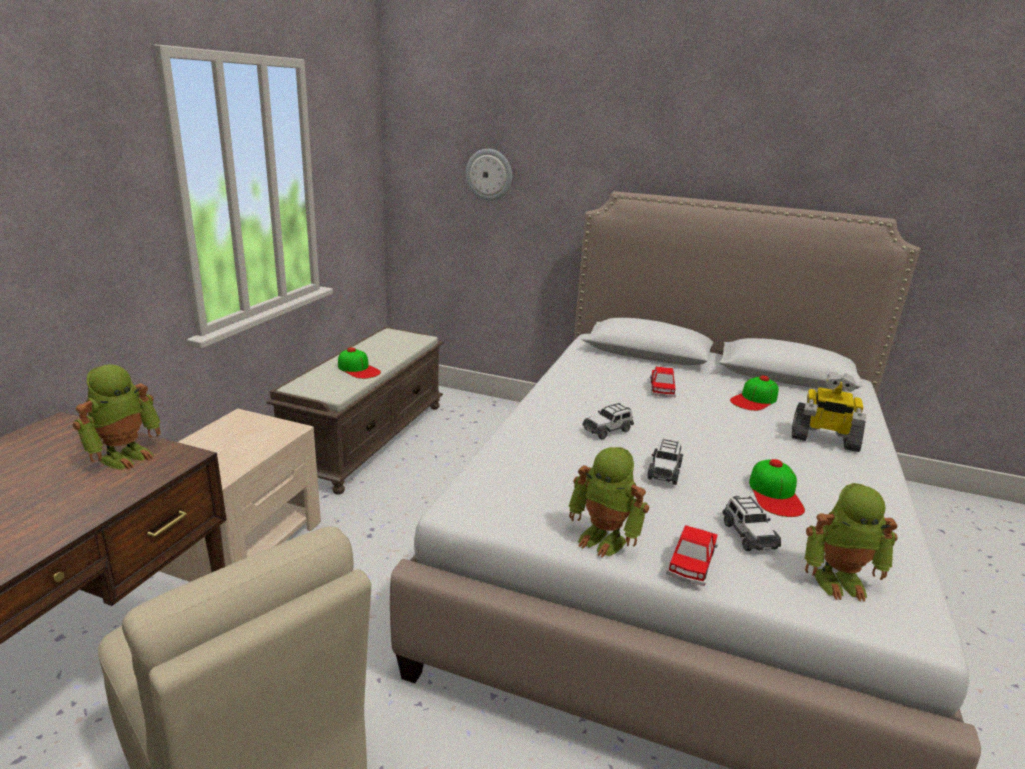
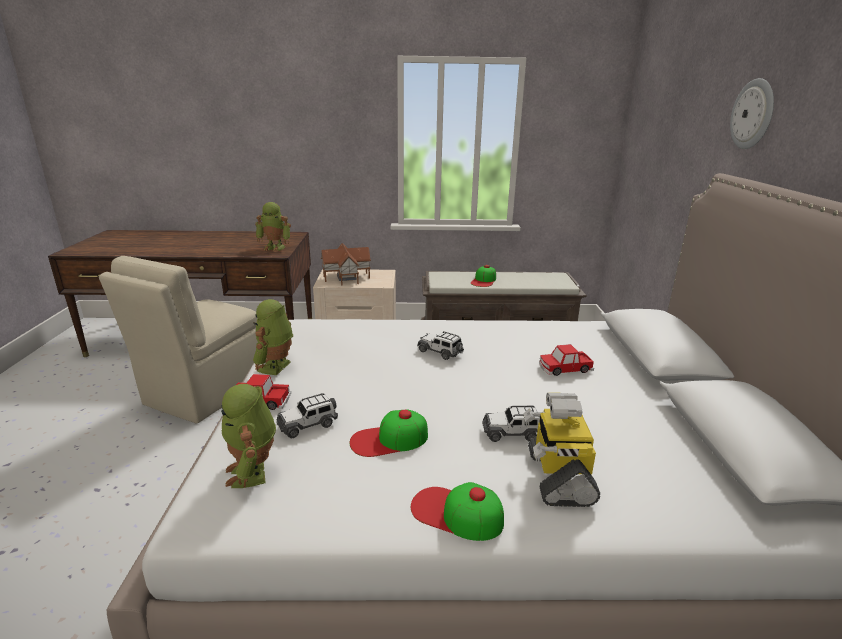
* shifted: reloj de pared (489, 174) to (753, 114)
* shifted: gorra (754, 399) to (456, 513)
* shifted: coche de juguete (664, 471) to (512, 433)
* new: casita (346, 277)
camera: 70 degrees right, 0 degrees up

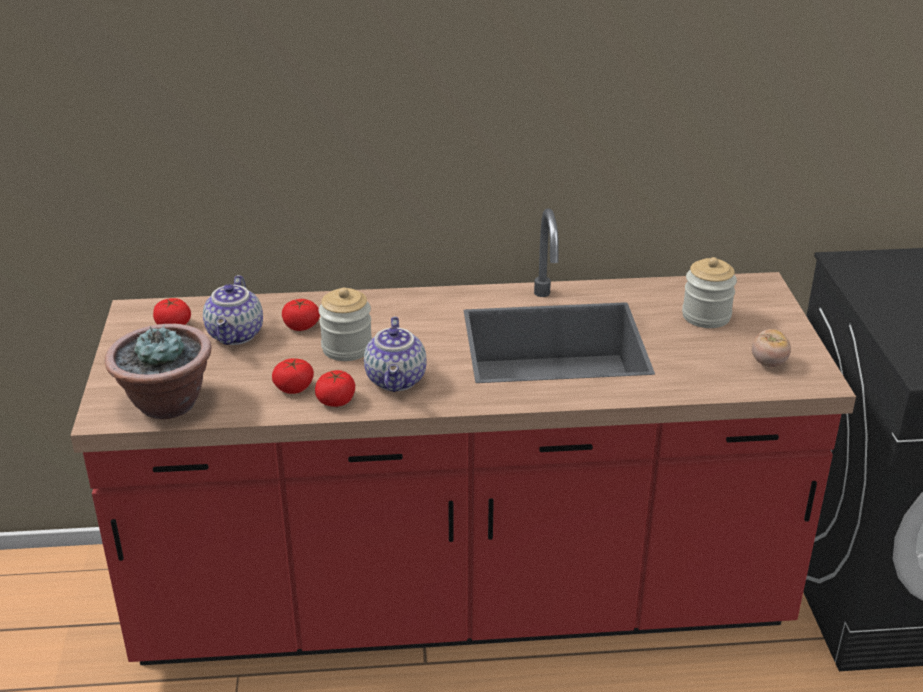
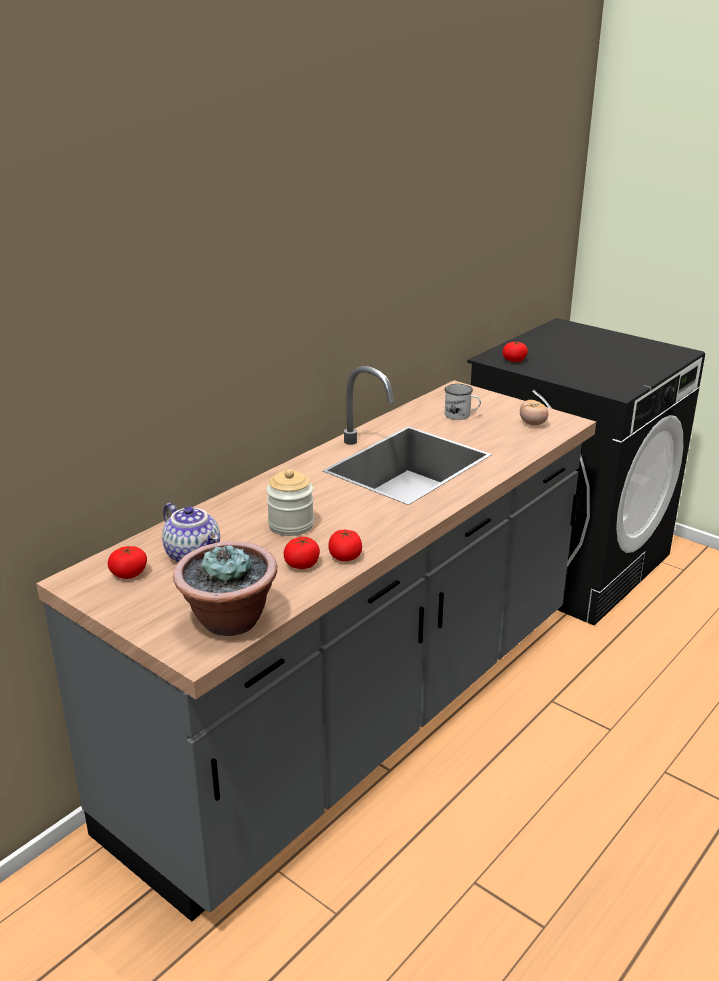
* repainted: mueble bajo de cocina/rojo (461, 600) to mueble bajo de cocina/gris (359, 719)
* swapped: tarro (706, 316) to taza grande/blanco (461, 415)
* shifted: tomate (301, 326) to (514, 360)
* gone: tetera (397, 380)
camera: 45 degrees left, 5 degrees down

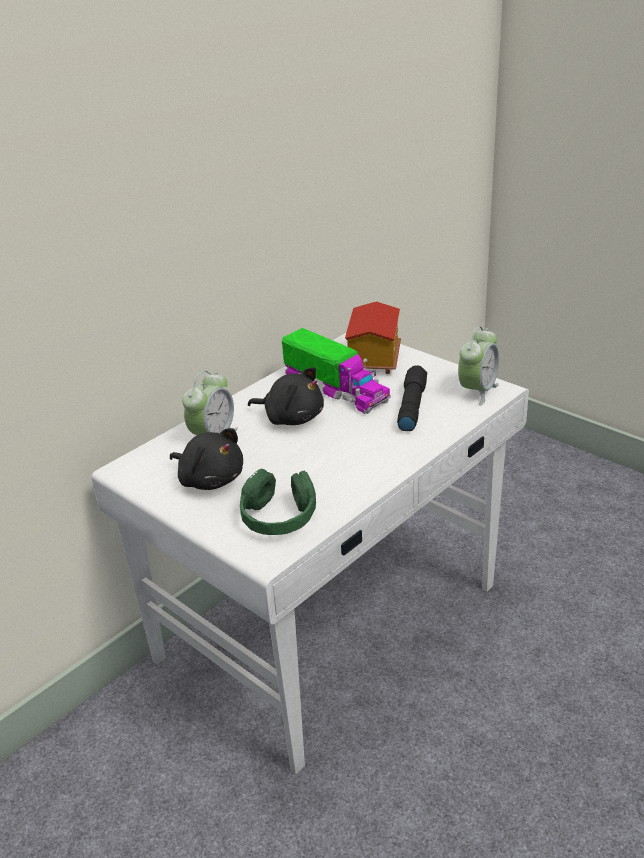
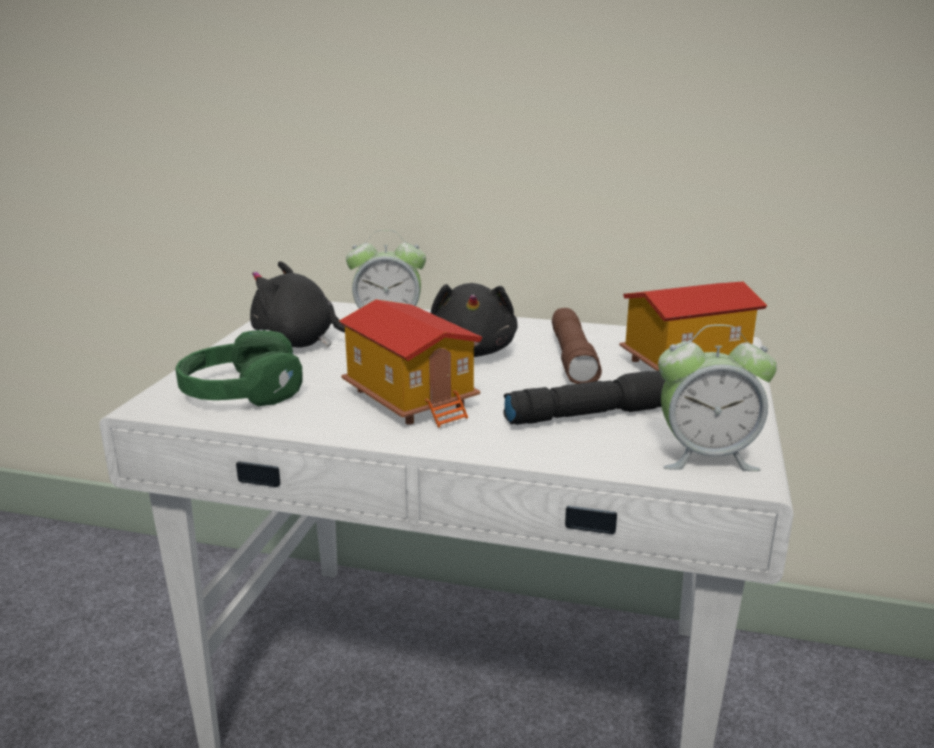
* swapped: camión de juguete (335, 388) to linterna/marrón (574, 358)
* rotated: peluche/negro (210, 479) = (301, 343) 90 degrees clockwise
* new: casita (412, 399)
camera: 60 degrees right, 10 degrees down

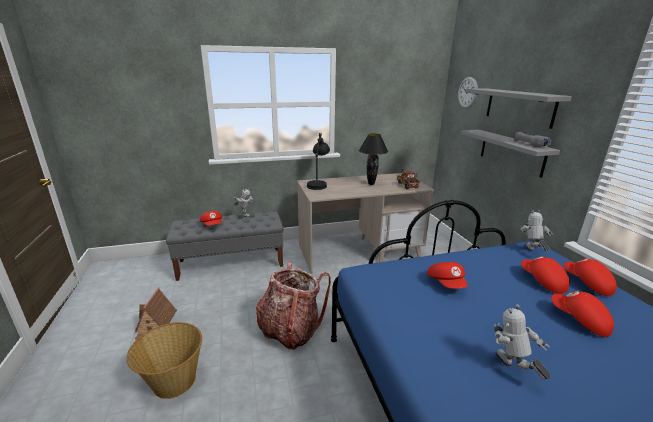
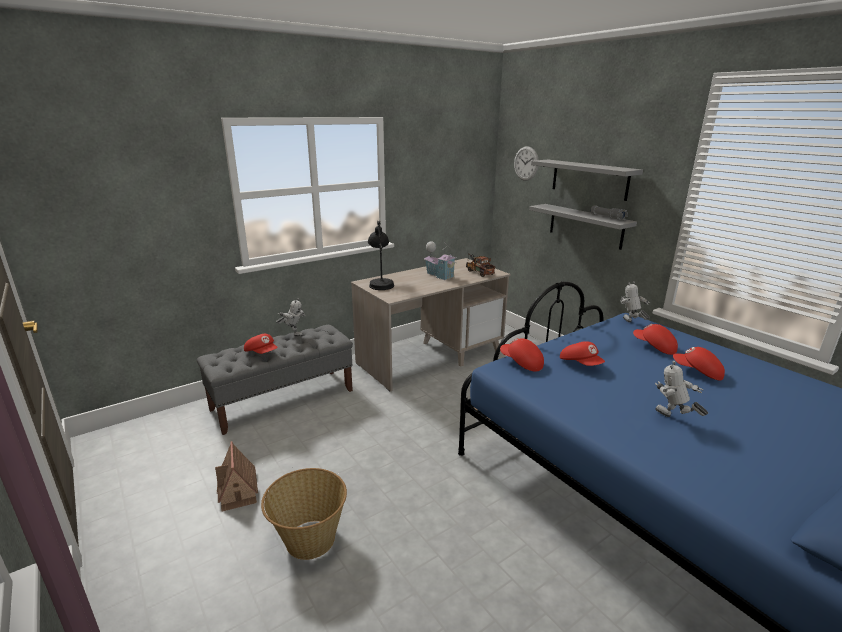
* swapped: lámpara de mesa/negro (371, 184) to casita (440, 275)
* shifted: gorra/rojo (587, 284) to (521, 363)
* gone: mochila (291, 330)
camera: 20 degrees left, 0 degrees up

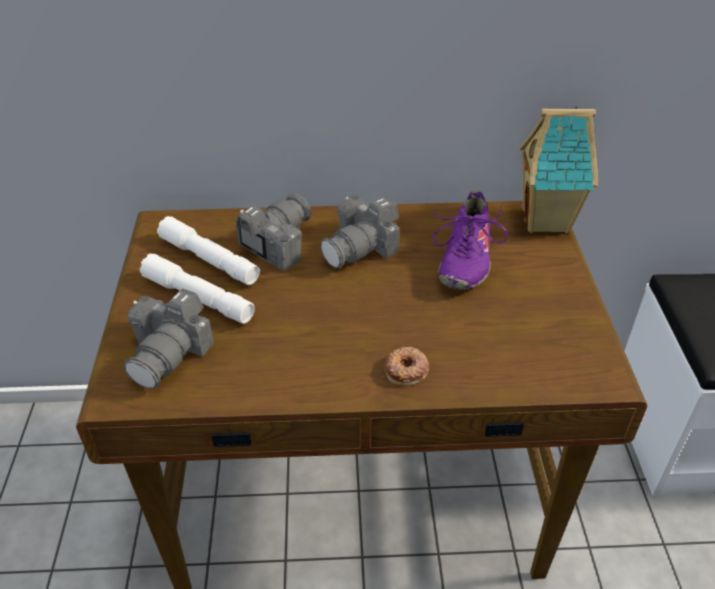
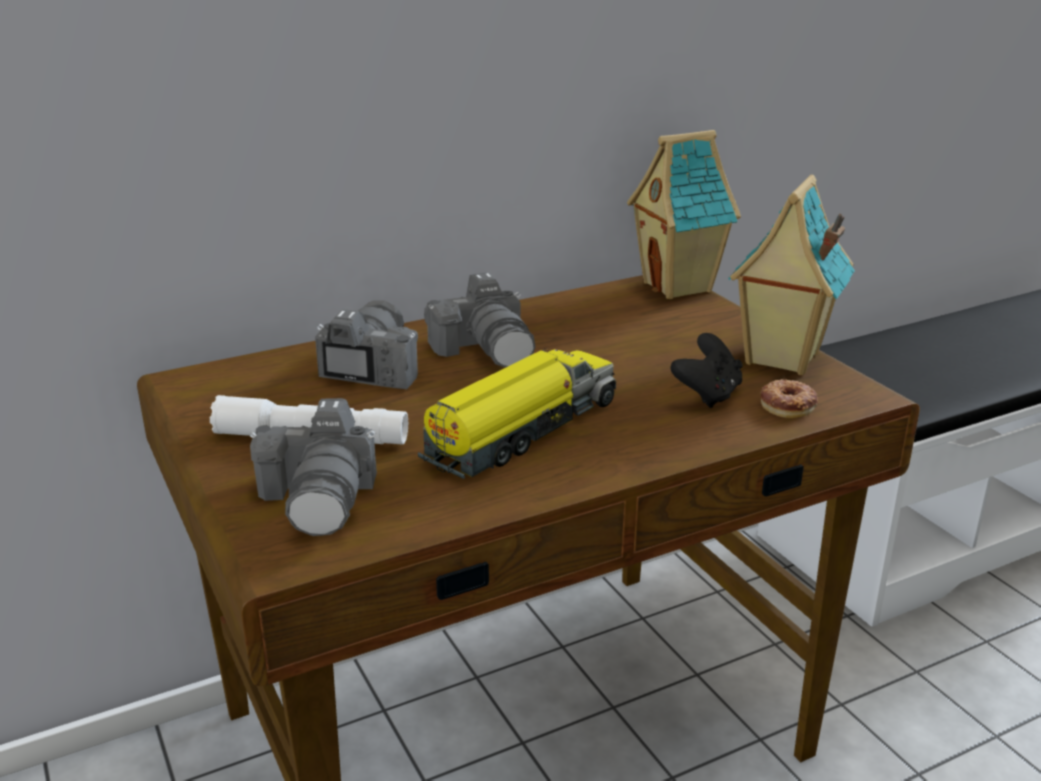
* gone: zapato/morado (464, 259)
* rotated: cámara (361, 247) = (486, 349) 45 degrees counterclockwise
* gone: linterna/blanco (209, 260)
* shifted: rosquilla (406, 369) to (788, 404)
* new: casita (780, 359)
* new: mando de consola/negro (707, 394)
* new: camión de juguete (521, 432)
camera: 25 degrees left, 15 degrees down

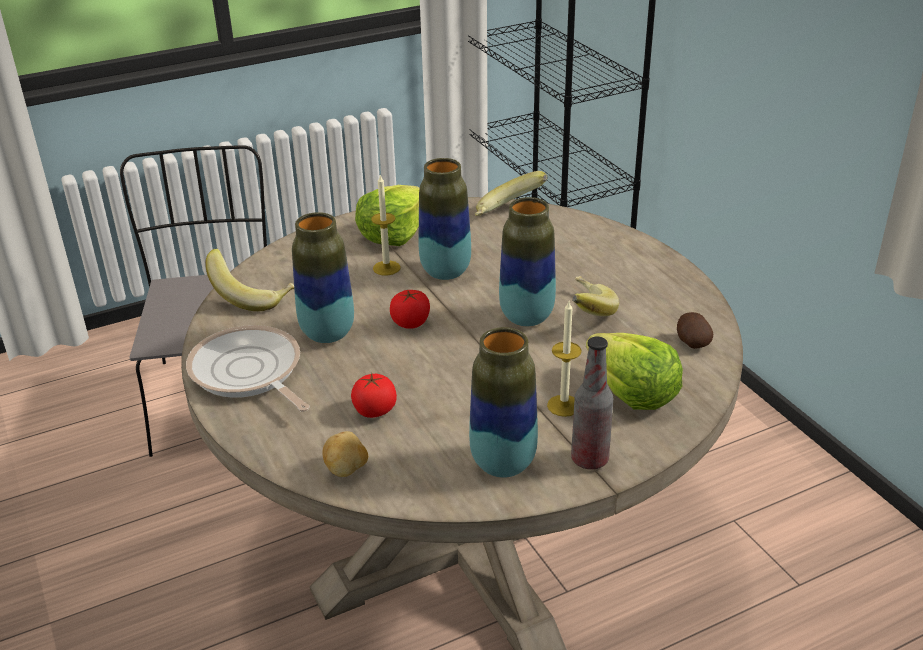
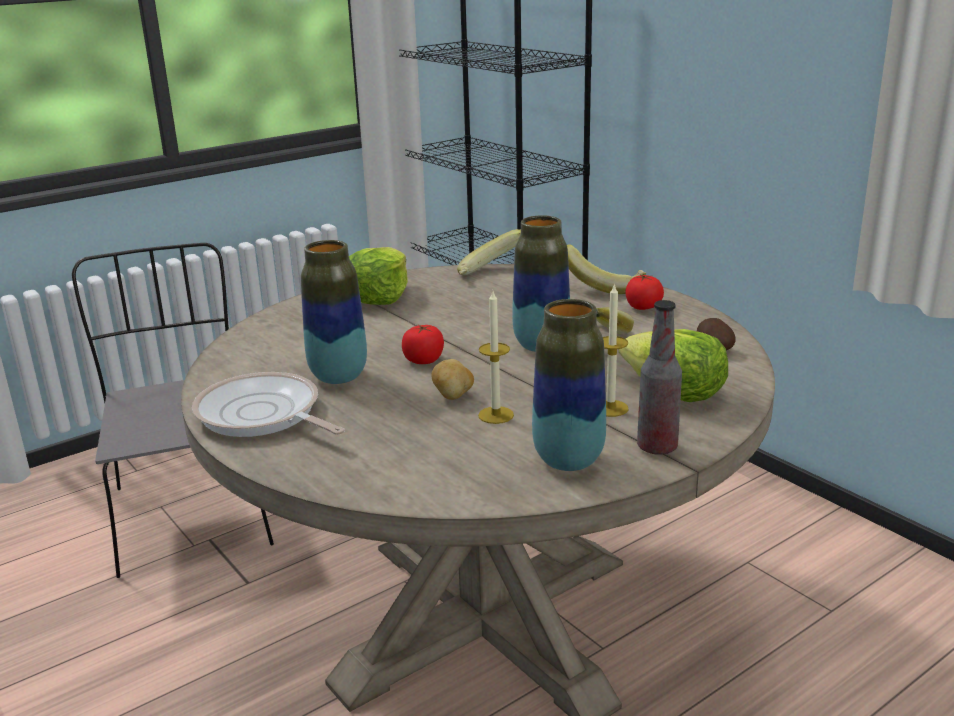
* gone: florero (445, 272)
* shifted: vela (386, 268) to (496, 415)
* shifted: plátano (253, 297) to (604, 287)
* shifted: tomate (374, 410) to (643, 307)
* shifted: patata (346, 469) to (453, 396)
camera: 10 degrees left, 10 degrees down

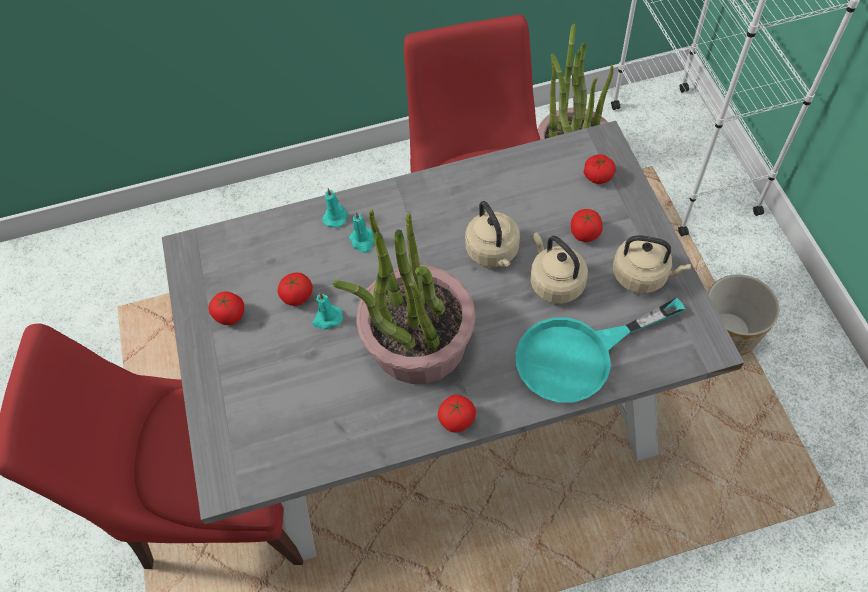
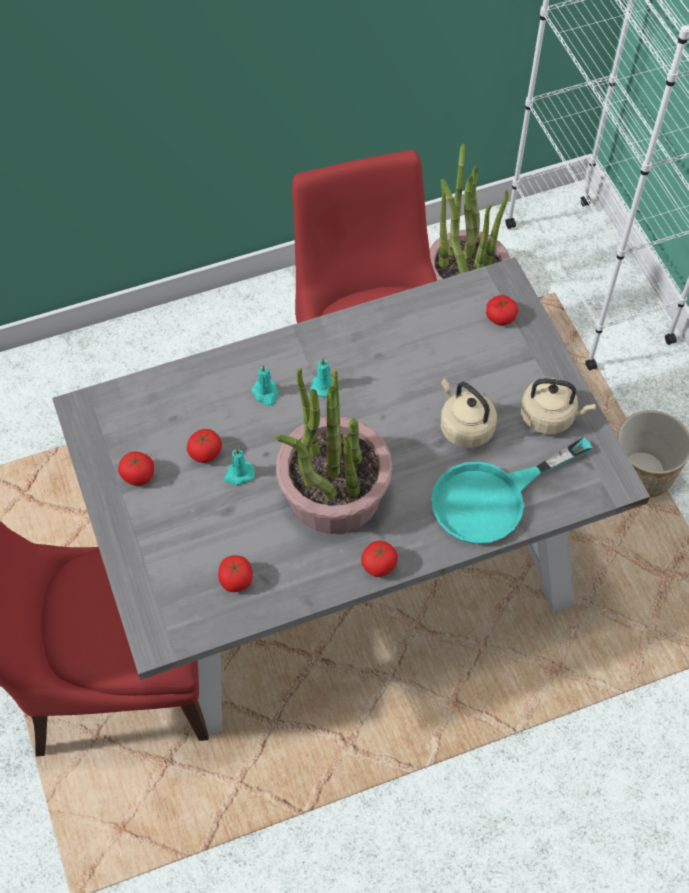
* shifted: vela/turquesa (336, 216) to (323, 385)
* gone: hervidor/beis (493, 252)
* shifted: tomate (584, 233) to (236, 580)
camera: 10 degrees left, 0 degrees up

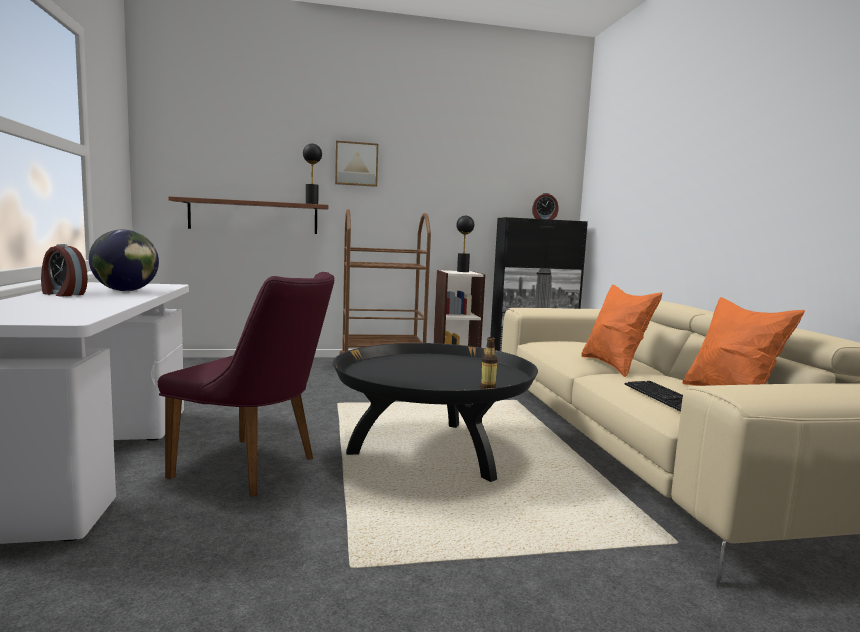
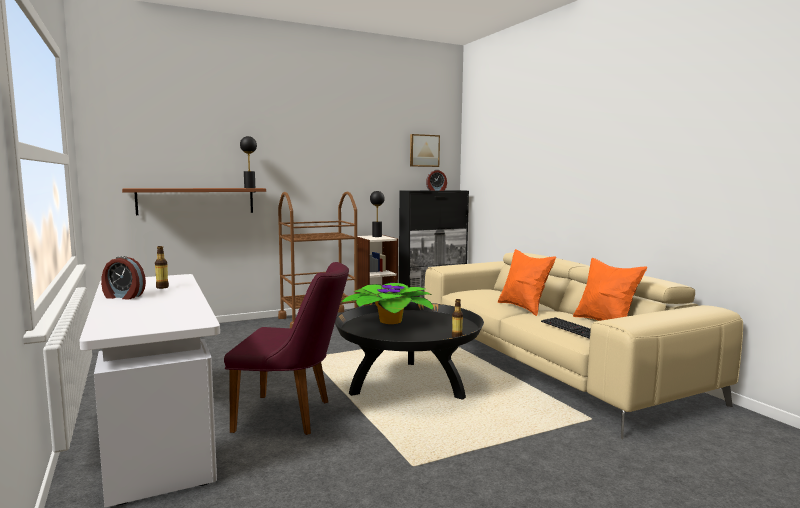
* shifted: cuadro (356, 164) to (424, 150)
* swapped: globo terráqueo (125, 291) to botella (162, 287)
* new: planta en maceta (389, 321)
camera: 15 degrees left, 0 degrees up

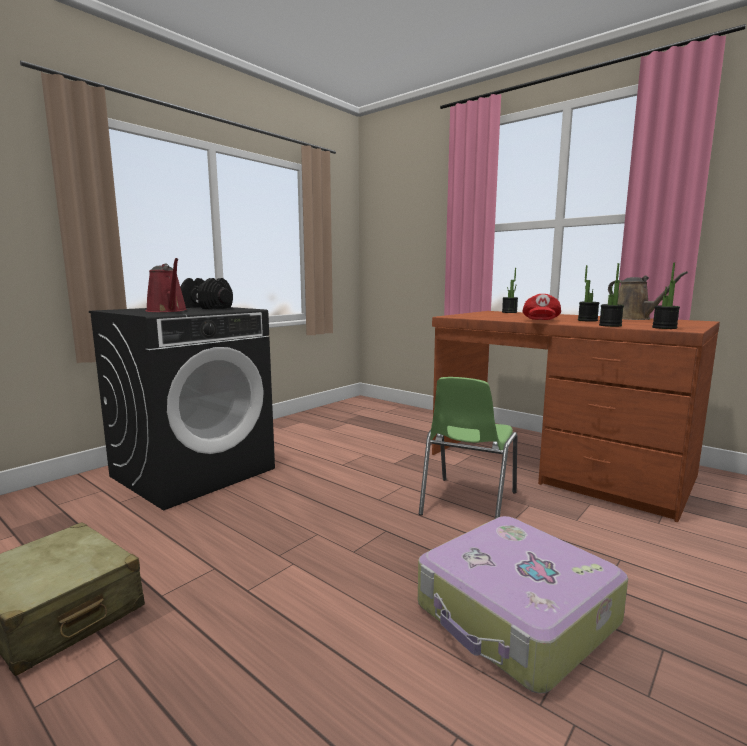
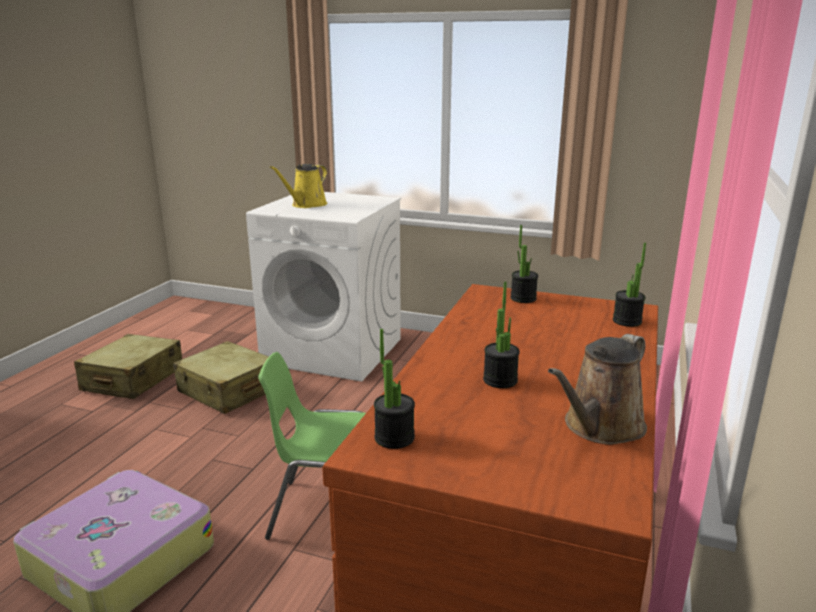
* repainted: regadera/rojo (168, 311) to regadera/amarillo (306, 205)
* shifted: planta en maceta (610, 325) to (523, 298)
* gone: mancuerna/negro (206, 308)
* gone: gorra/rojo (540, 321)
* repainted: lavadora/negro (194, 472) to lavadora/blanco (334, 351)
* new: maleta/beis (228, 391)
camera: 70 degrees right, 10 degrees up

